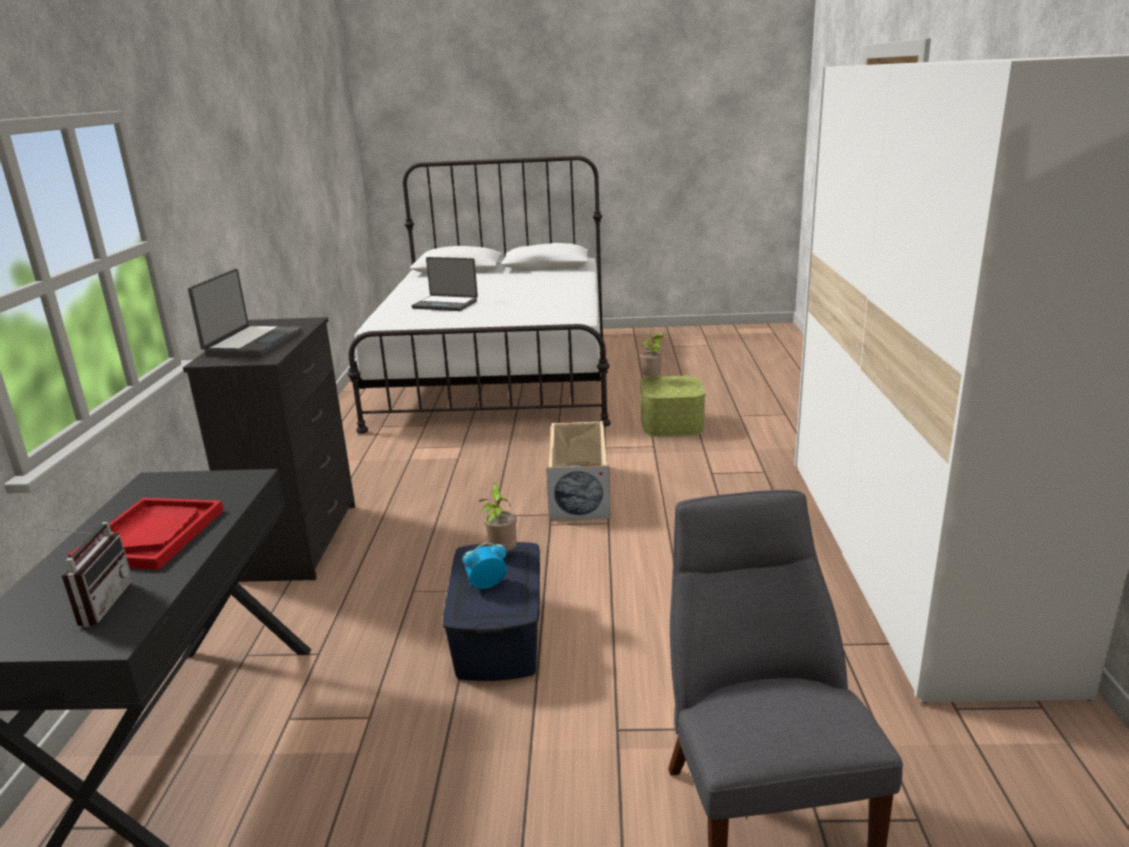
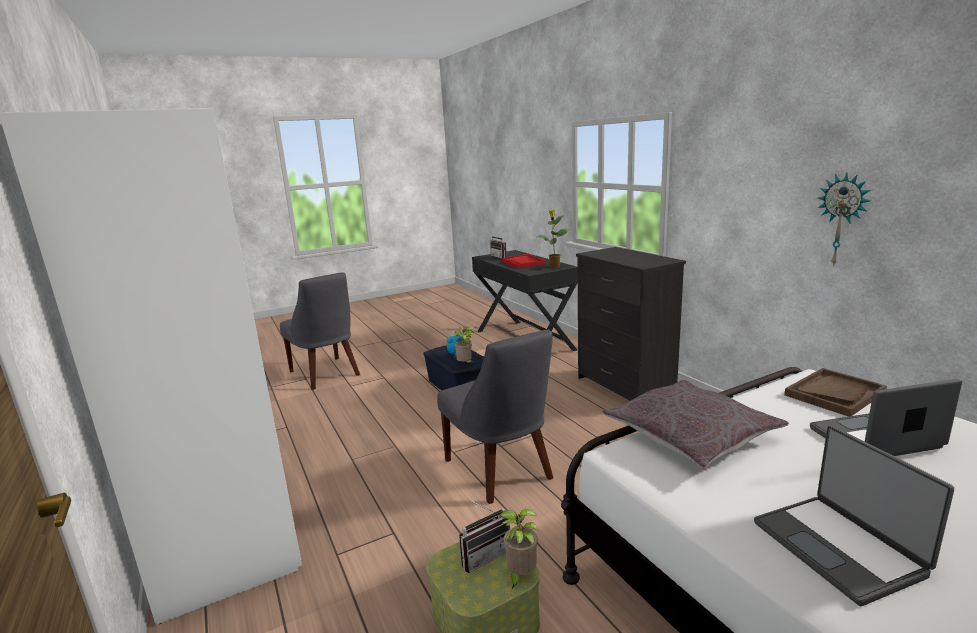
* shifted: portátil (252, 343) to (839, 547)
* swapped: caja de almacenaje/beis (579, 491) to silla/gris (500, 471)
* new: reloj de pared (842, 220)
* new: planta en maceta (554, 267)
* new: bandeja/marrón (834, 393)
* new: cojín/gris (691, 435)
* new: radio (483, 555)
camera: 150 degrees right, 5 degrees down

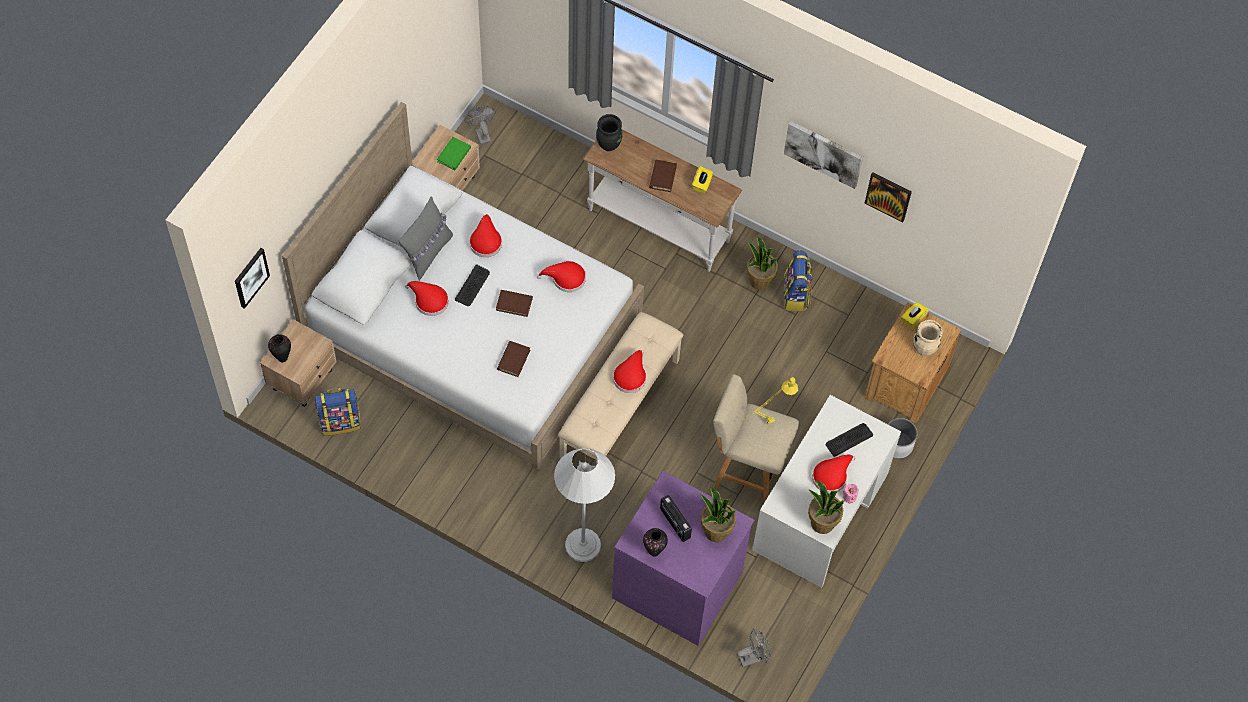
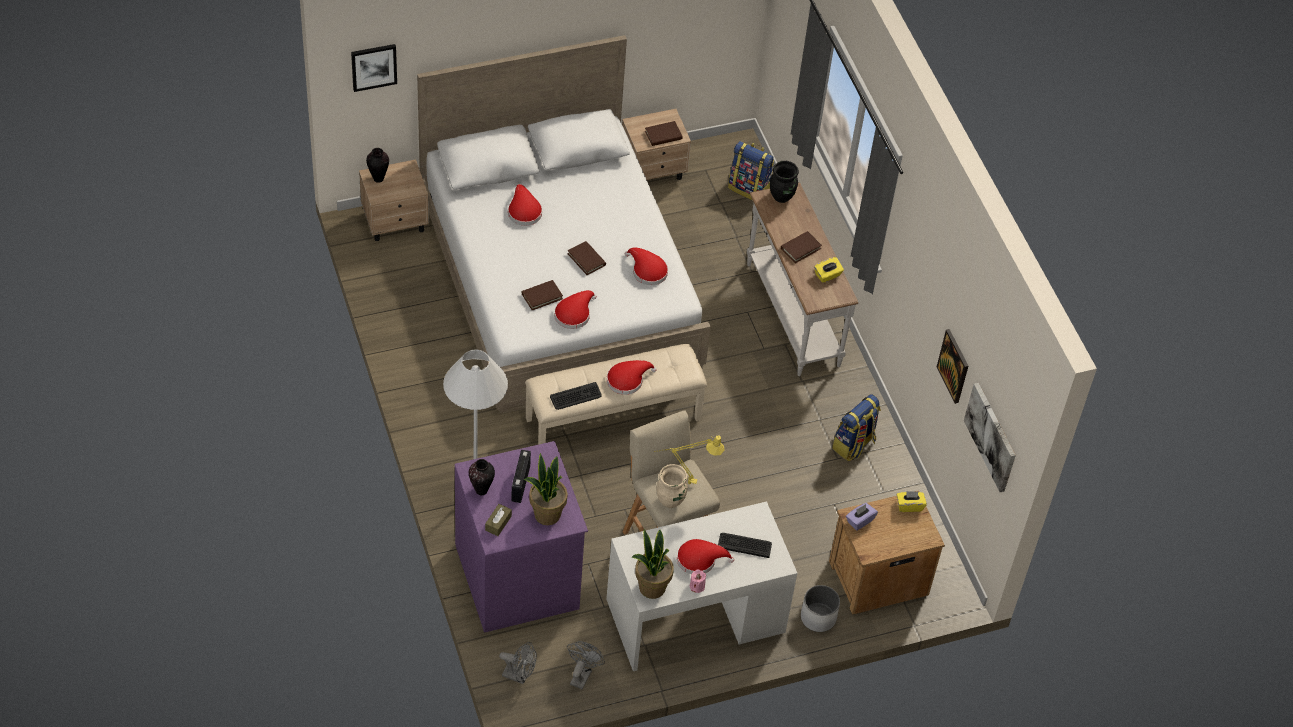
* shifted: ventilador/gris (481, 133) to (582, 674)
* shifted: cuadro (823, 153) to (991, 436)
* repainted: libro/verde (454, 155) to libro/marrón (663, 135)
* gone: cojín/gris (427, 253)
* shifted: sombrero/rojo (485, 241) to (574, 314)
* gone: planta en maceta (759, 281)
* shifted: teclado (472, 286) to (576, 396)
* shifted: florero/beis (924, 348) to (670, 500)
* shifted: mochila (340, 421) to (749, 188)
* new: caja de pañuelos/morado (859, 521)
* new: caja de pañuelos/marrón (498, 523)
camera: 40 degrees right, 10 degrees down

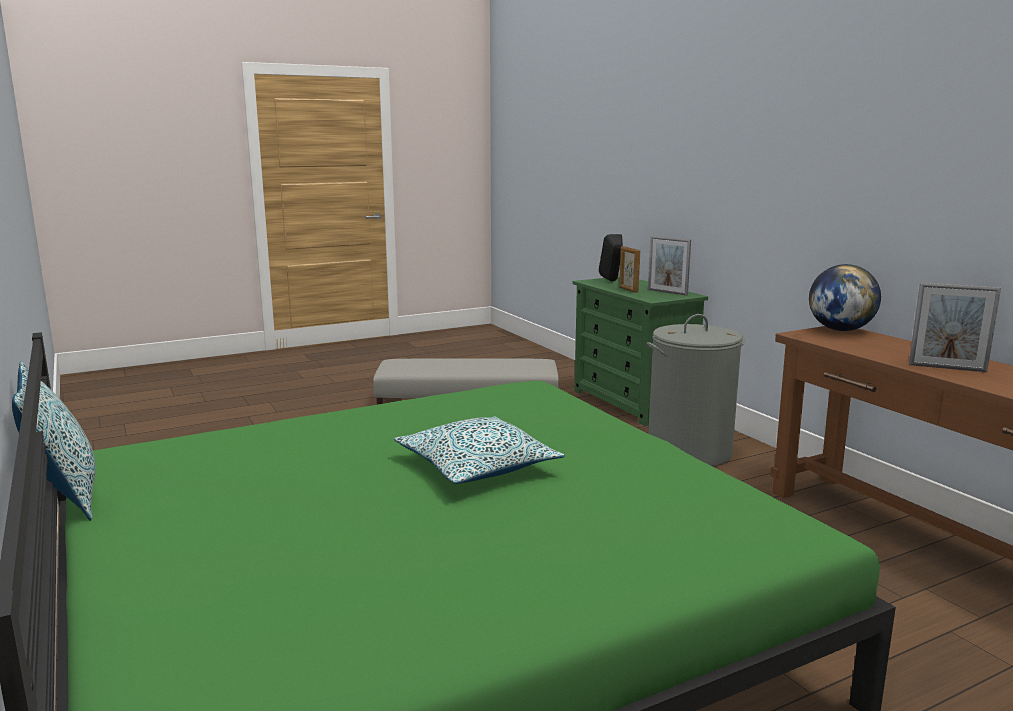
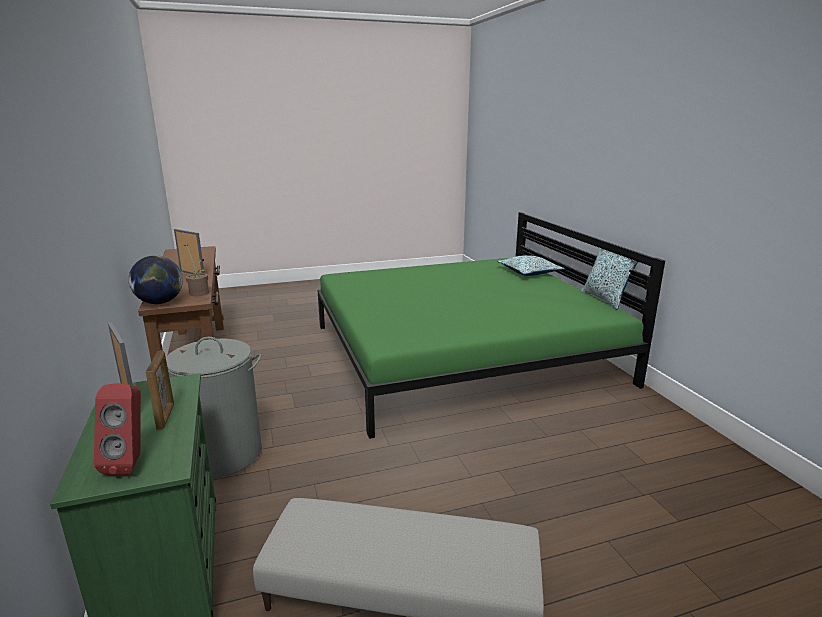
* repainted: altavoz/negro (612, 281) to altavoz/rojo (130, 462)
* shifted: cojín (477, 466) to (529, 272)
* new: planta en maceta (199, 292)
camera: 170 degrees left, 5 degrees up

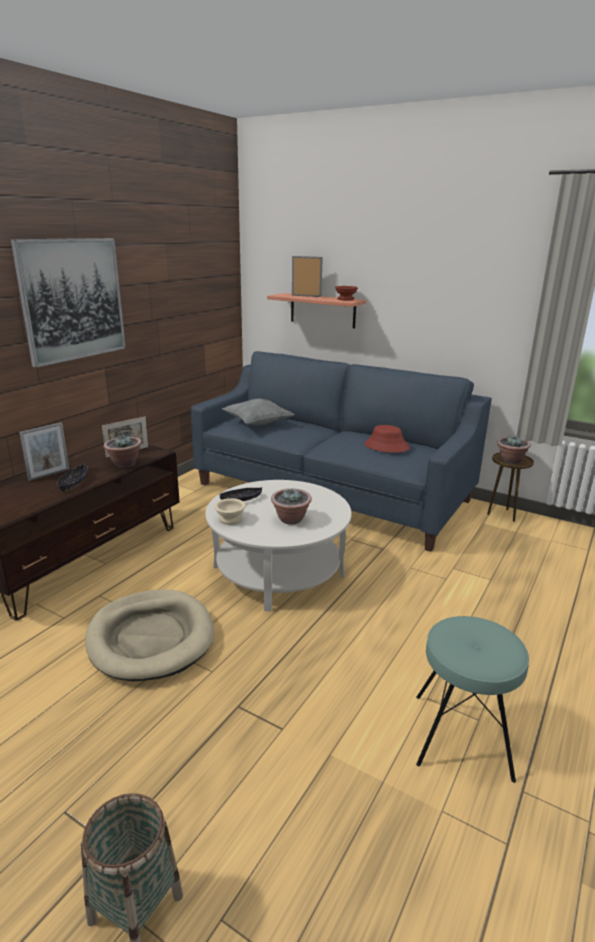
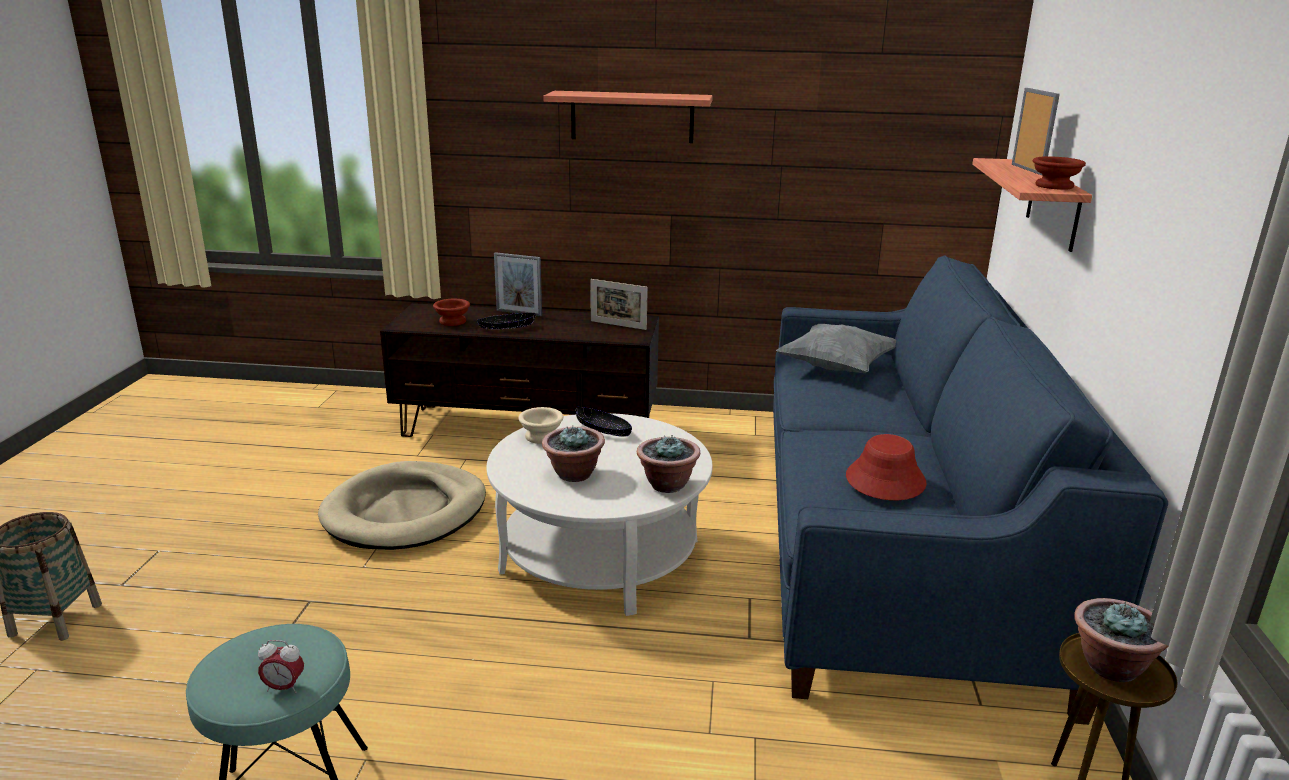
* swapped: cuadro (72, 300) to estante (632, 117)
* shifted: planta en maceta (124, 464) to (667, 484)
* new: cuenco/marrón (451, 321)
* new: despertador (284, 687)
camera: 65 degrees right, 0 degrees up

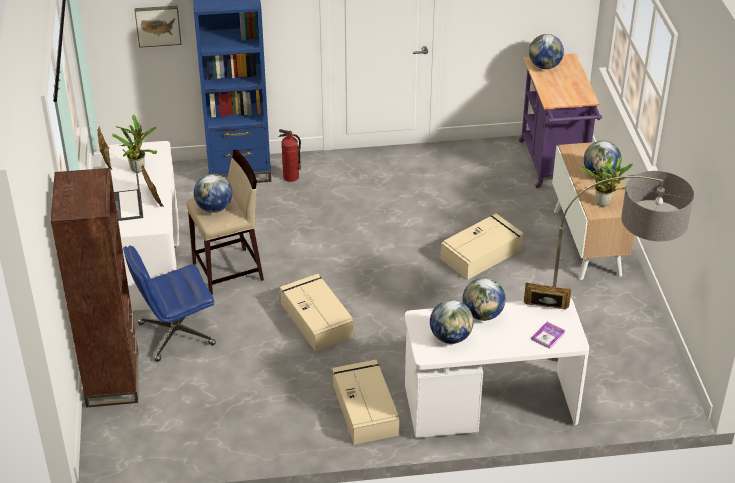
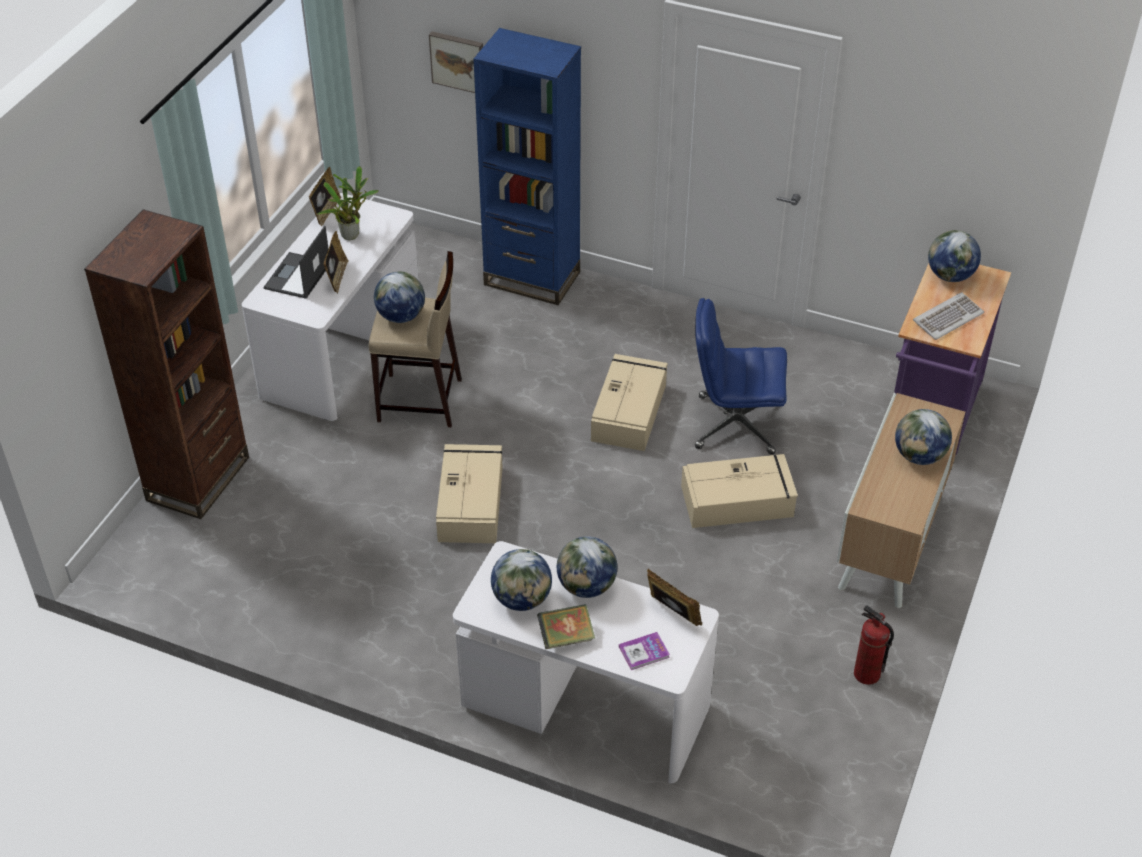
* shifted: extintor (290, 177) to (866, 674)
* gone: planta en maceta (604, 203)
* gone: lámpara de pie (605, 358)
* shifted: silla de oficina/azul (175, 335) to (734, 425)
* shifted: caja de almacenaje/beis (365, 409) to (629, 411)
* new: teclado (947, 318)
* new: libro (566, 637)
camera: 30 degrees right, 5 degrees up

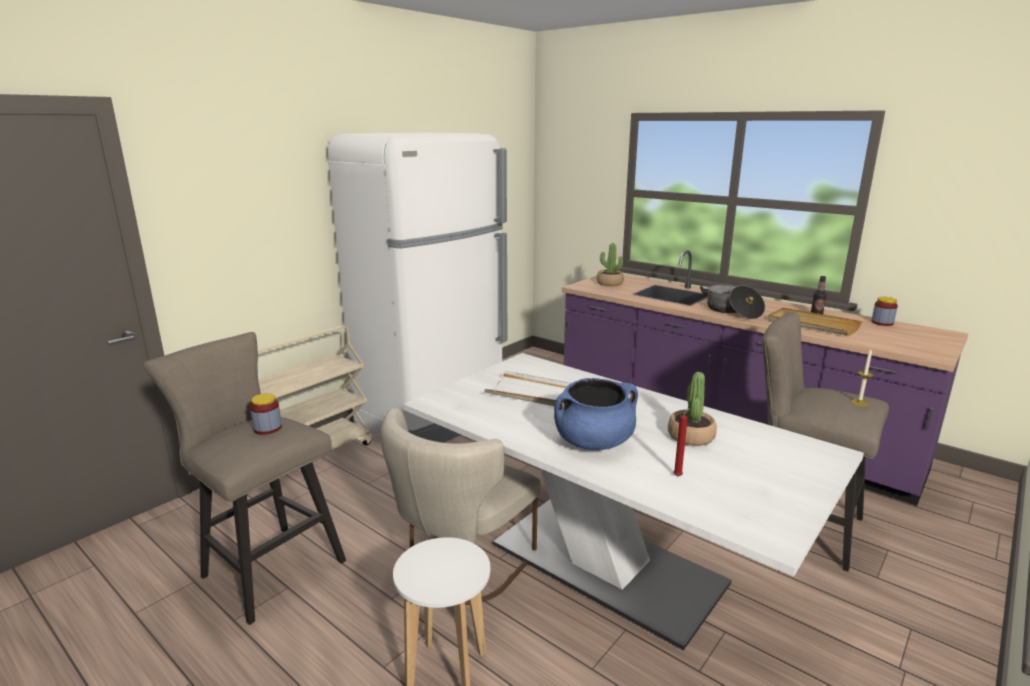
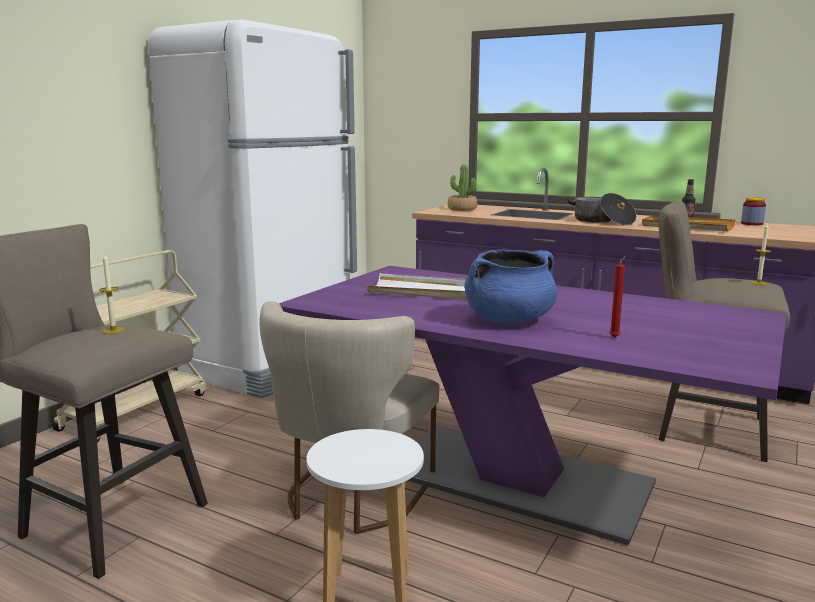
* repainted: mesa de comedor/blanco (606, 564) to mesa de comedor/morado (517, 479)
* gone: planta en maceta (690, 436)
* swapped: tarro (267, 428) to vela (113, 330)
camera: 10 degrees left, 5 degrees down

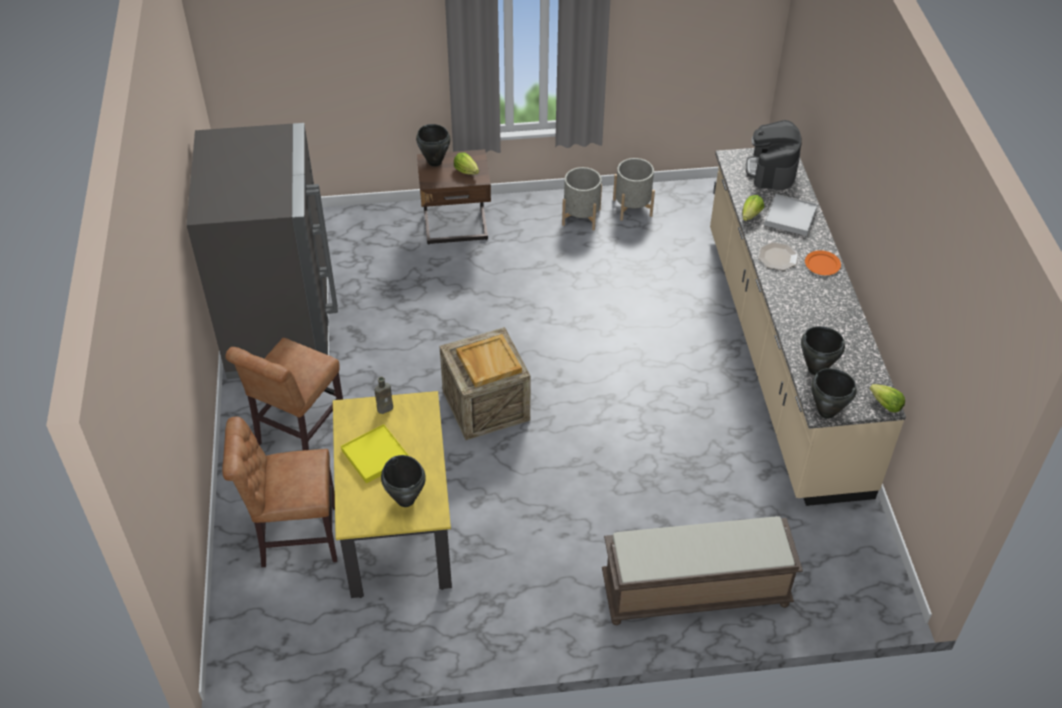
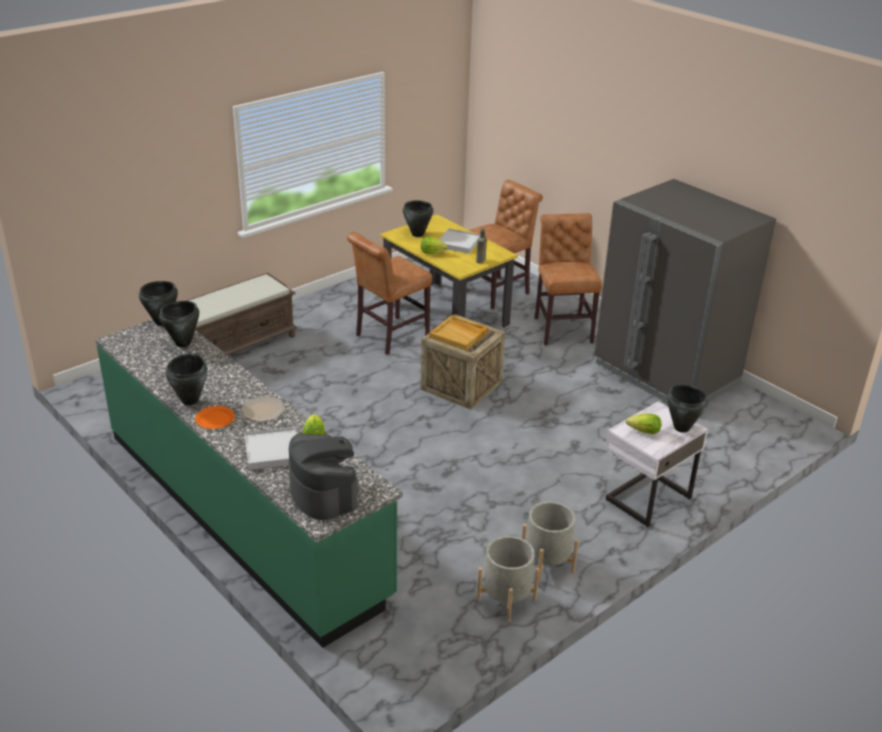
* repainted: mueble bajo de cocina/beis (782, 356) to mueble bajo de cocina/verde (244, 512)
* repainted: mesita de noche/marrón (456, 228) to mesita de noche/blanco (645, 498)
* shifted: lechuga (886, 405) to (432, 252)
* repainted: bandeja/amarillo (375, 455) to bandeja/blanco (458, 243)
* new: silla/marrón (389, 337)
* new: olla/negro (190, 400)
camera: 145 degrees right, 15 degrees down

